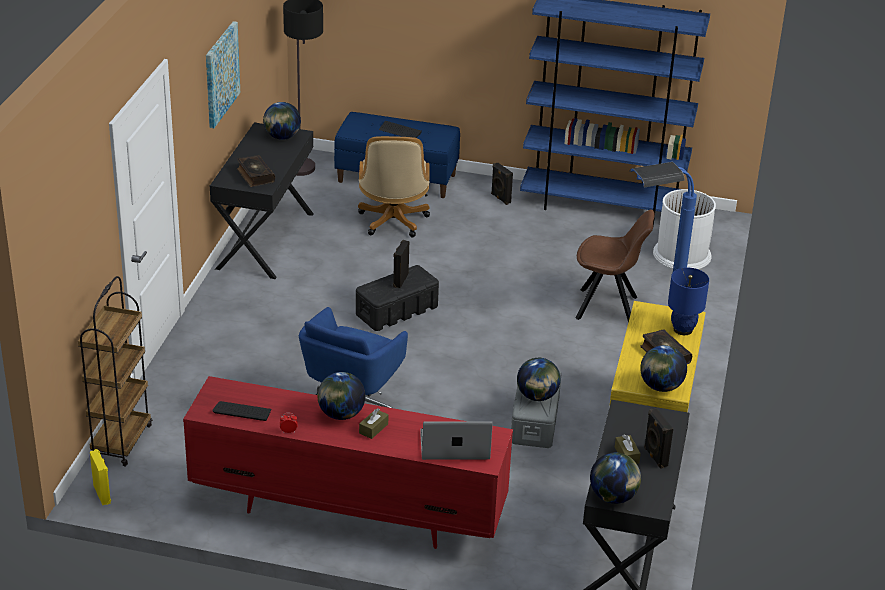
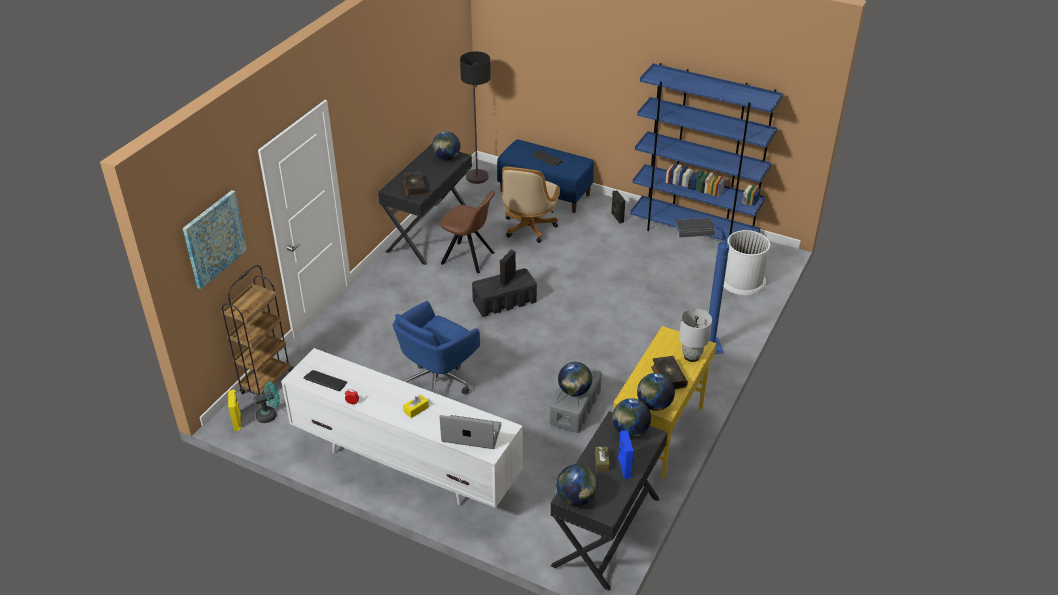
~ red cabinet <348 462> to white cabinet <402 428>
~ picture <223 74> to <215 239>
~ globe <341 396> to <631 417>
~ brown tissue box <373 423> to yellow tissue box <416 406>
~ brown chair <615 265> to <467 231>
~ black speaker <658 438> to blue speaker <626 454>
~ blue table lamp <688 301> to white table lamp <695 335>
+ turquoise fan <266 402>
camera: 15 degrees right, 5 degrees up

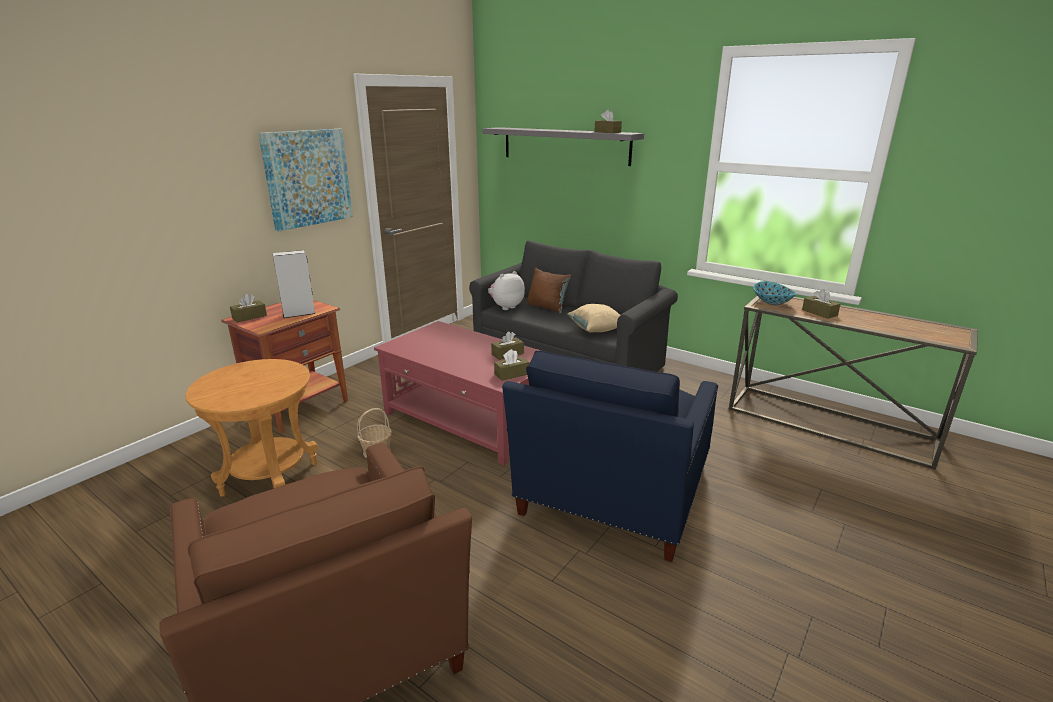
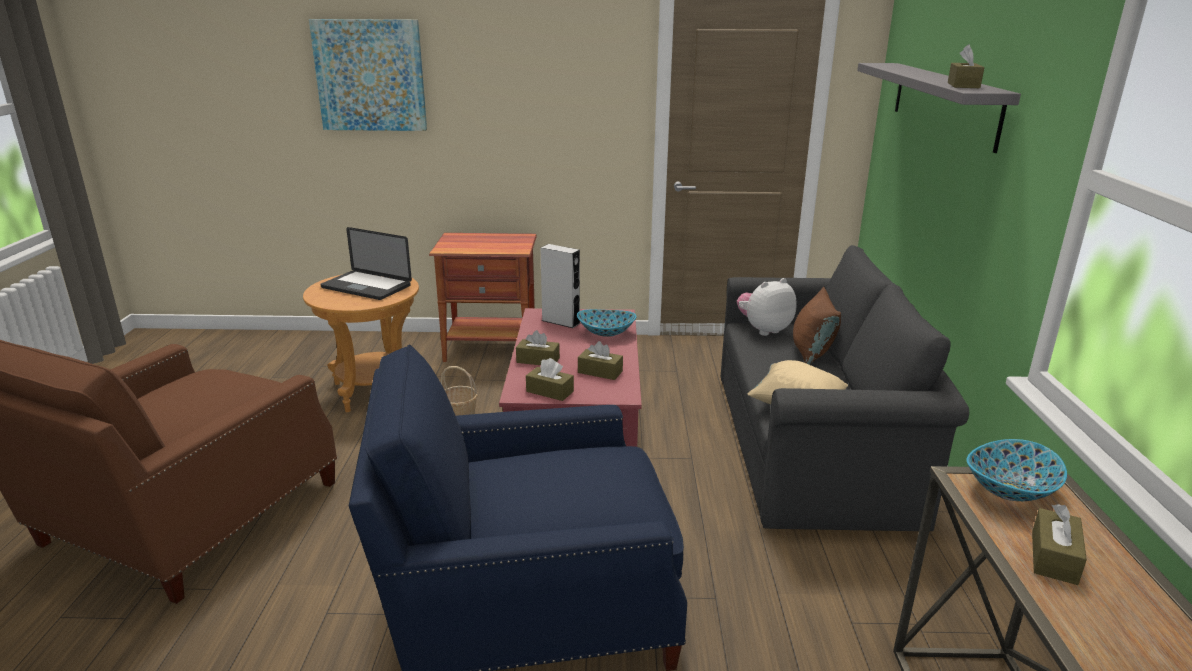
~ brown tissue box <248 308> to <538 347>
~ picture <305 180> to <368 75>
~ grey speaker <294 284> to <560 286>
~ plush toy <506 290> = <767 307> 45 degrees counterclockwise
+ laptop <366 263>
+ bowl <607 323>
camera: 55 degrees right, 0 degrees up

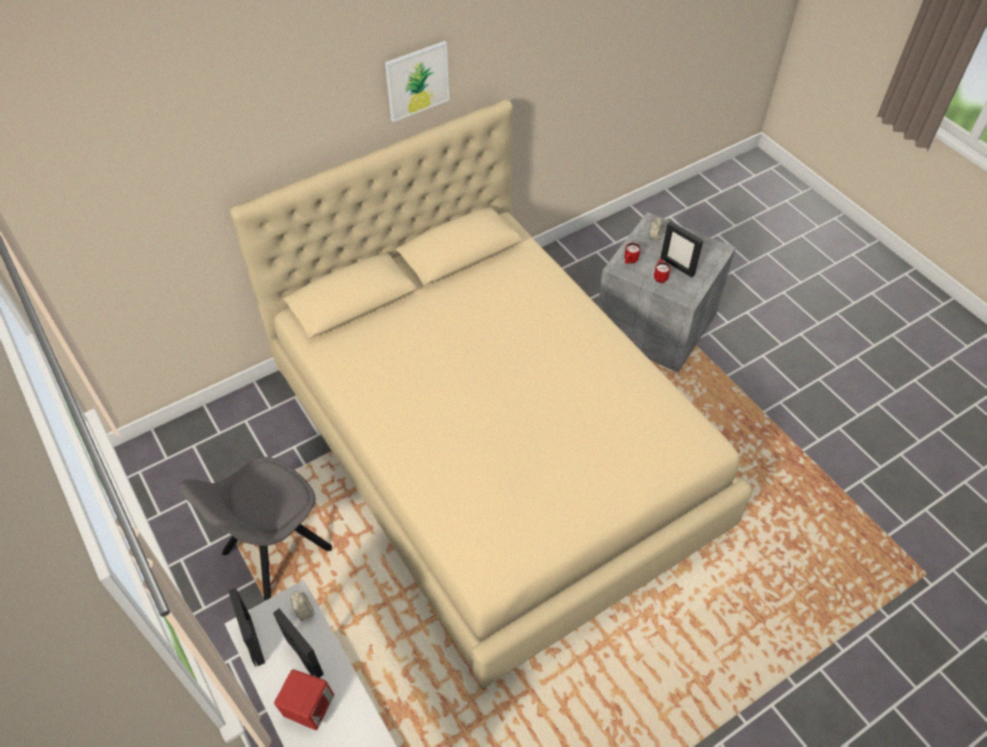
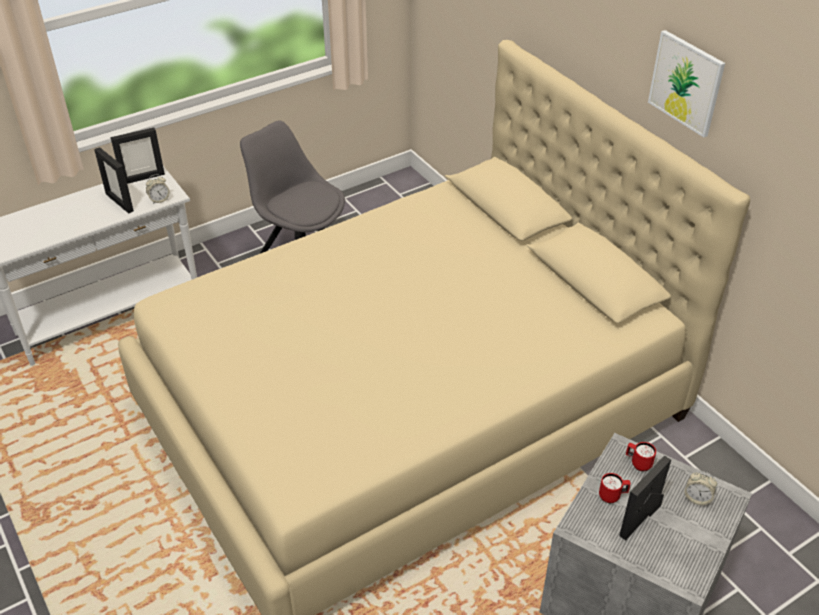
~ picture frame <298 643> = <114 180> 90 degrees clockwise
- red speaker <304 699>
camera: 90 degrees right, 10 degrees down

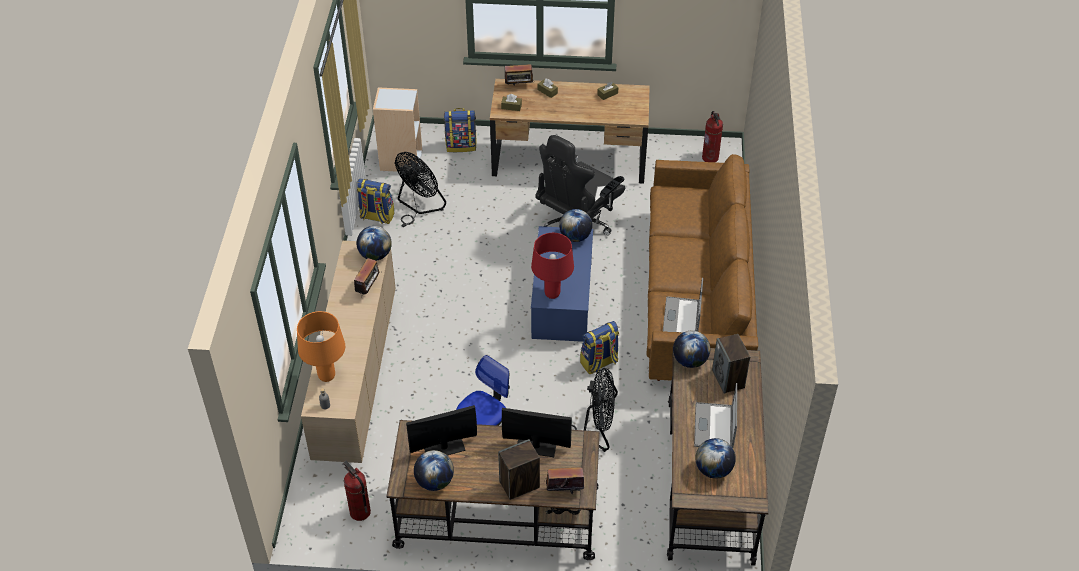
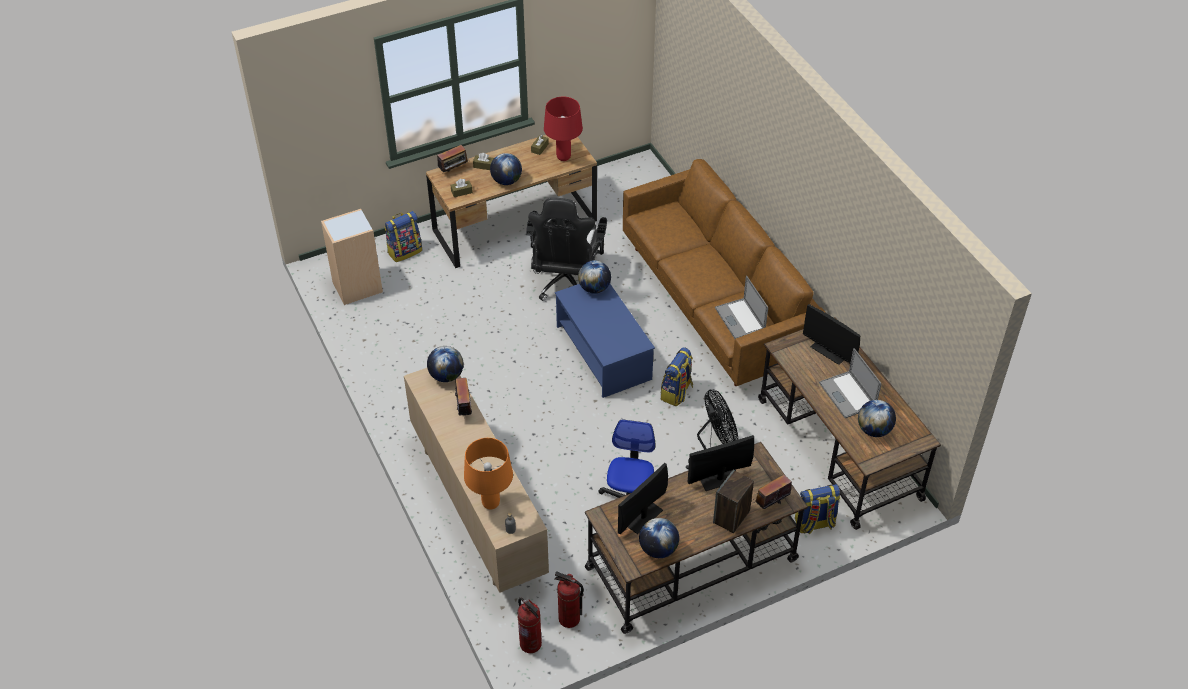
~ backpack <375 201> to <817 509>
- black fan <420 189>
~ red table lamp <552 266> to <563 129>
~ globe <691 349> to <506 169>
~ fire extinguisher <712 136> to <529 625>
~ speaker <731 364> to monitor <831 334>
camera: 30 degrees left, 0 degrees up

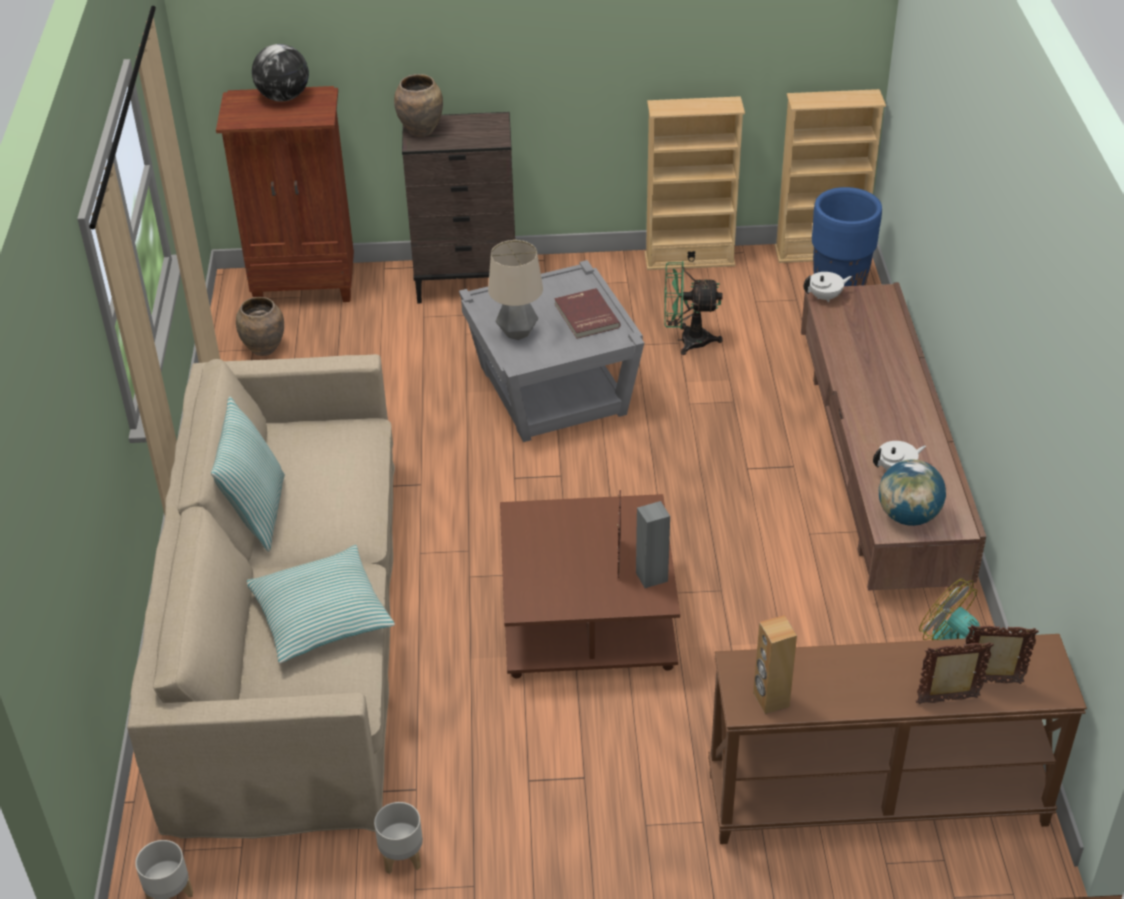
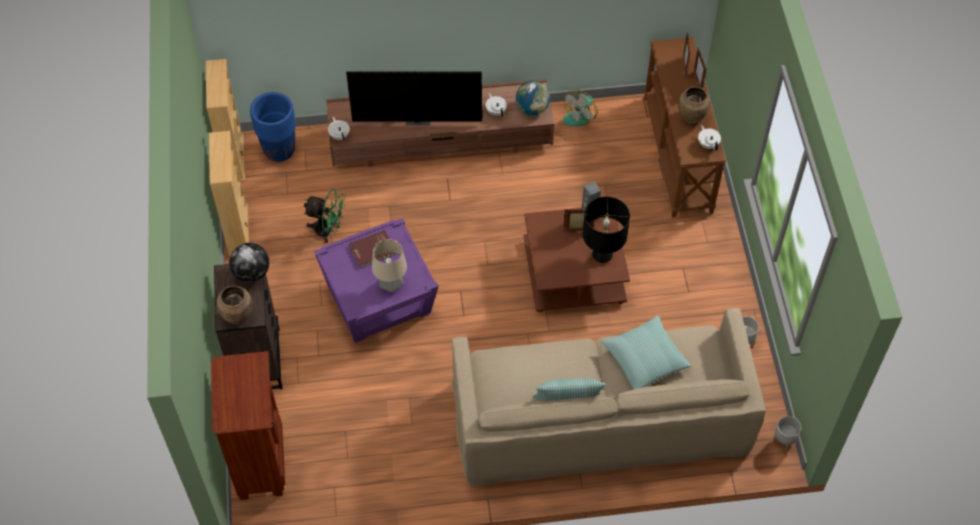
~ brown vase <260 326> to <694 105>
~ globe <280 73> to <249 262>
~ grey side table <551 351> to purple side table <376 280>
~ green fan <693 308> = <324 216> 75 degrees counterclockwise
~ brown speaker <775 664> to white teapot <709 138>
+ television <414 98>
+ black table lamp <606 230>
camera: 95 degrees left, 15 degrees up

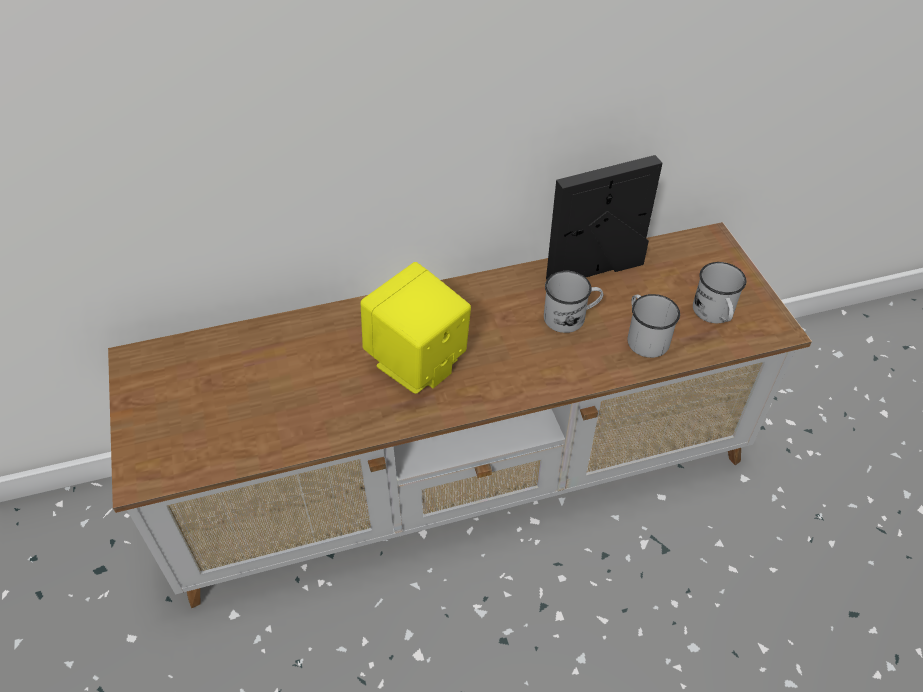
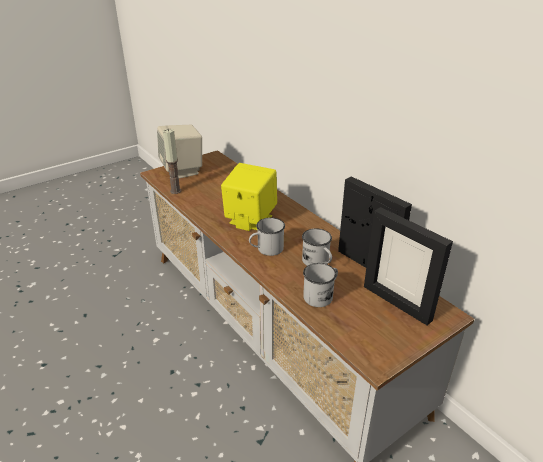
~ white mug <719 292> to <267 237>
+ beige speaker <179 151>
+ candle <172 161>
+ picture frame <408 266>
camera: 70 degrees right, 15 degrees down

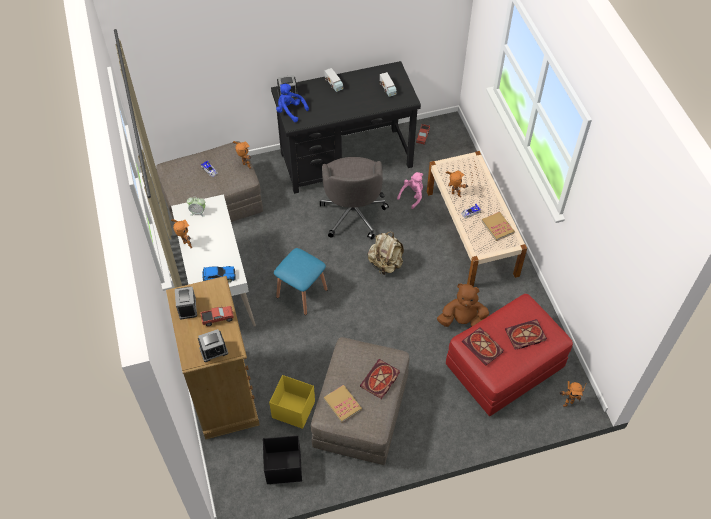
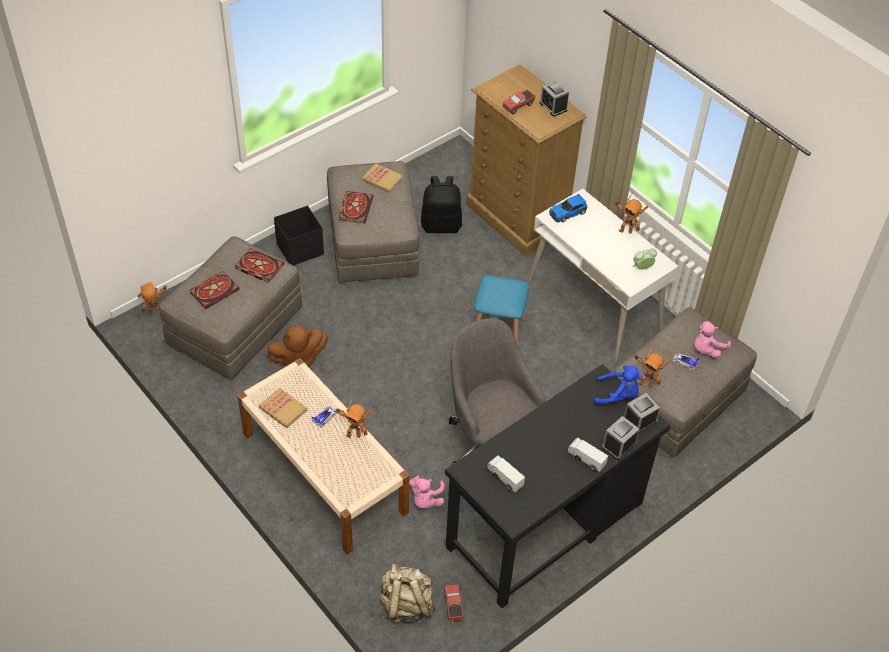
~ alarm clock <213 345> to <620 438>
~ black storage box <282 459> to <299 236>
~ yellow storage box <292 402> to black backpack <441 204>
~ beige backpack <386 253> to <407 592>
~ red ottoman <509 355> to grey ottoman <230 308>
+ pink plush toy <712 339>
camera: 155 degrees right, 5 degrees down

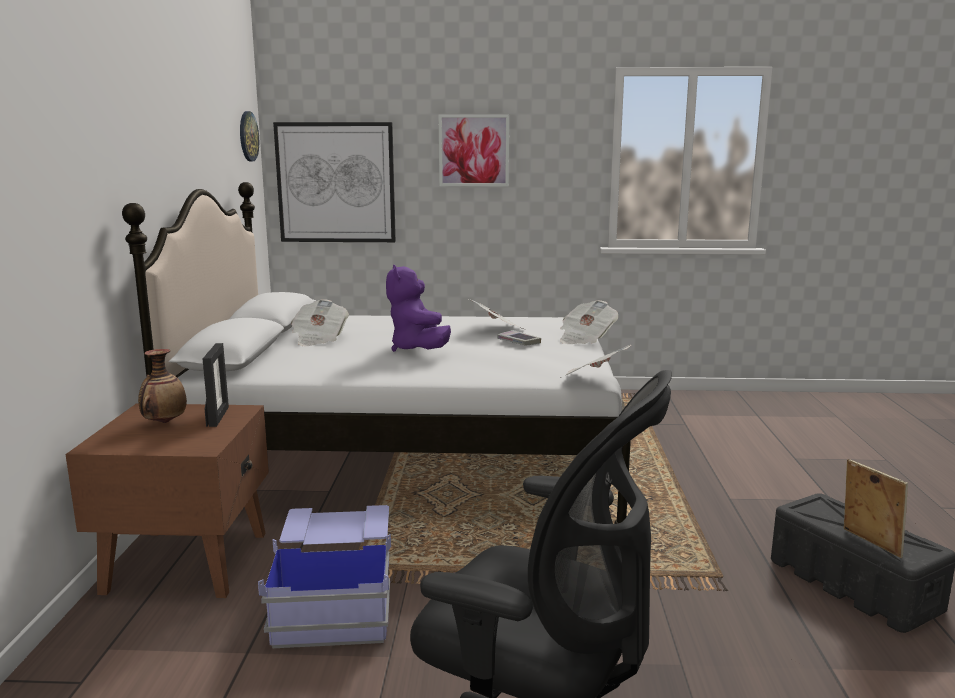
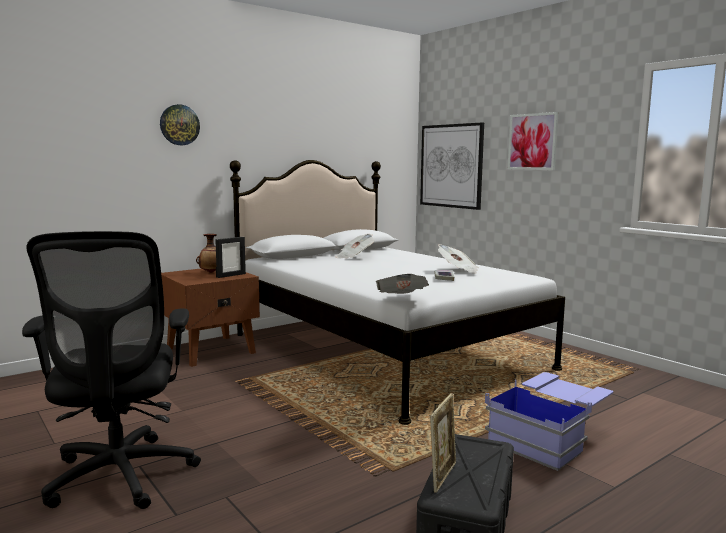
~ wall clock <249 136> to <180 124>
~ blue storage box <324 576> to <549 421>
- purple plush toy <418 308>
- newspaper <589 322>
camera: 50 degrees right, 5 degrees down

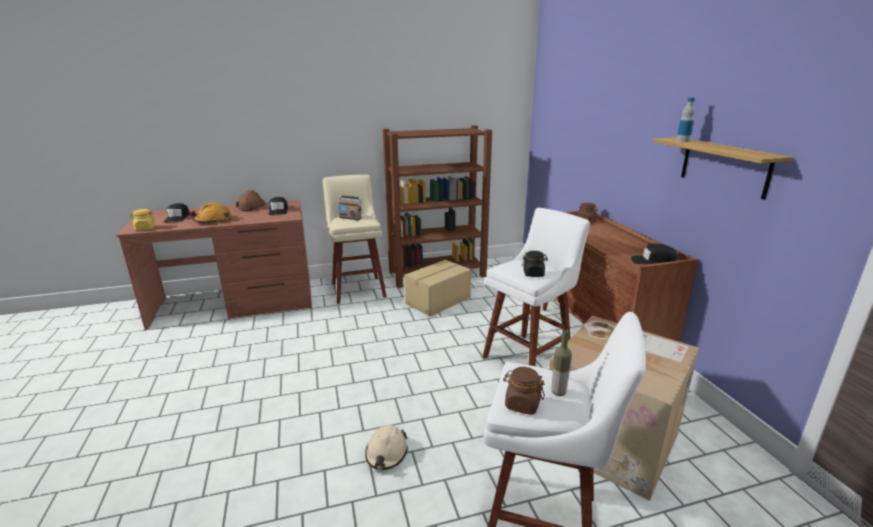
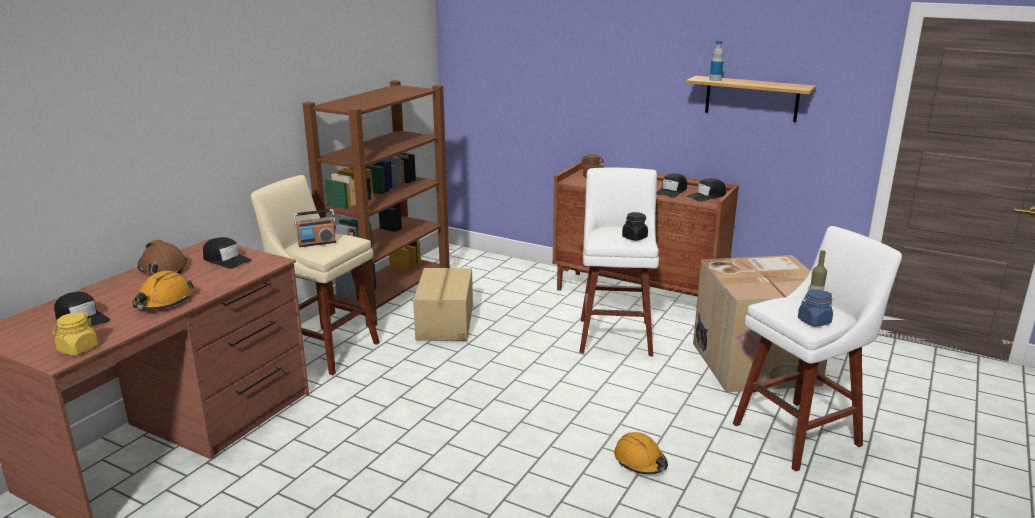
~ beige hard hat <386 447> to orange hard hat <641 453>
~ brown jar <524 391> to blue jar <815 308>
+ black cap <671 185>
camera: 45 degrees left, 0 degrees up

